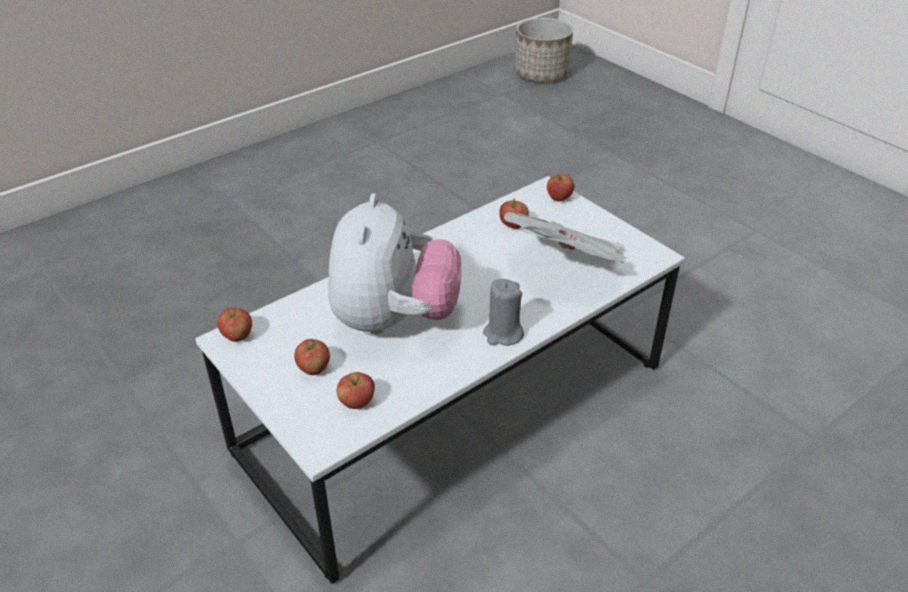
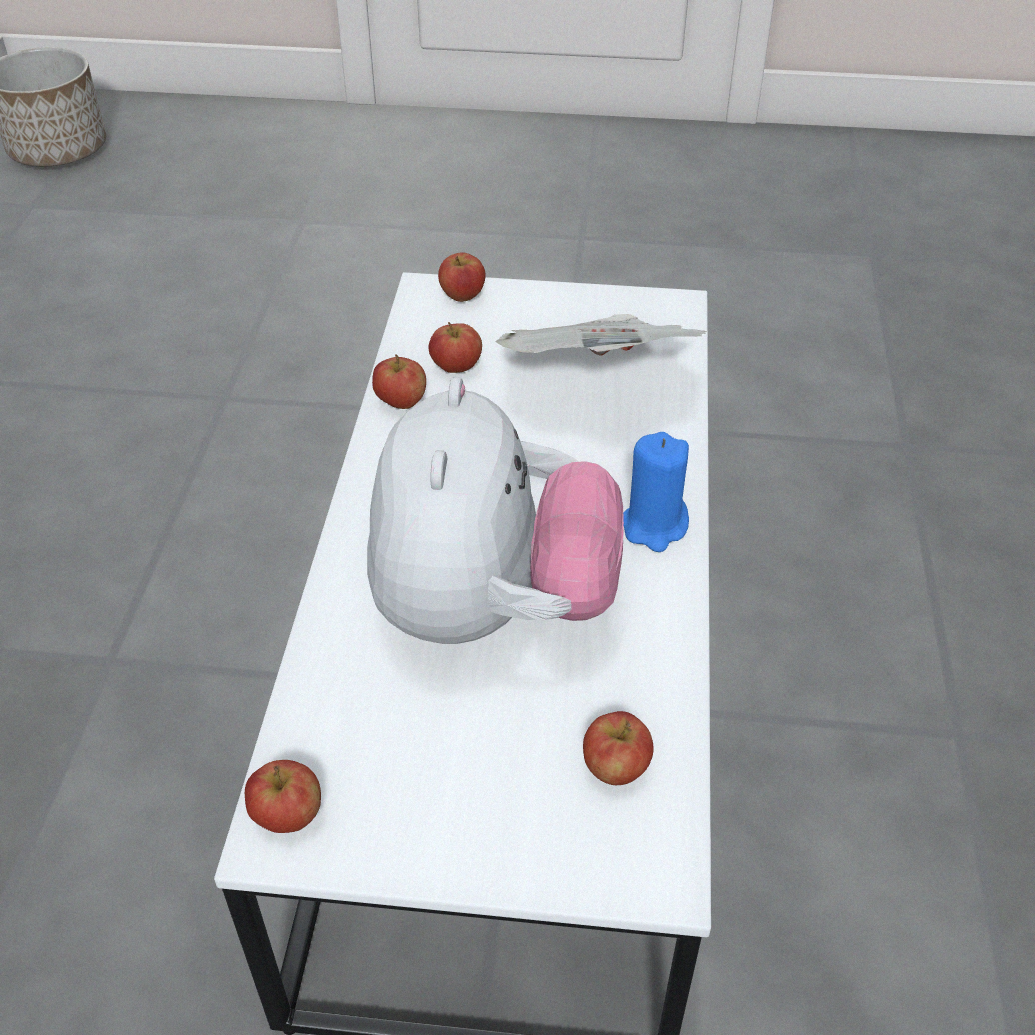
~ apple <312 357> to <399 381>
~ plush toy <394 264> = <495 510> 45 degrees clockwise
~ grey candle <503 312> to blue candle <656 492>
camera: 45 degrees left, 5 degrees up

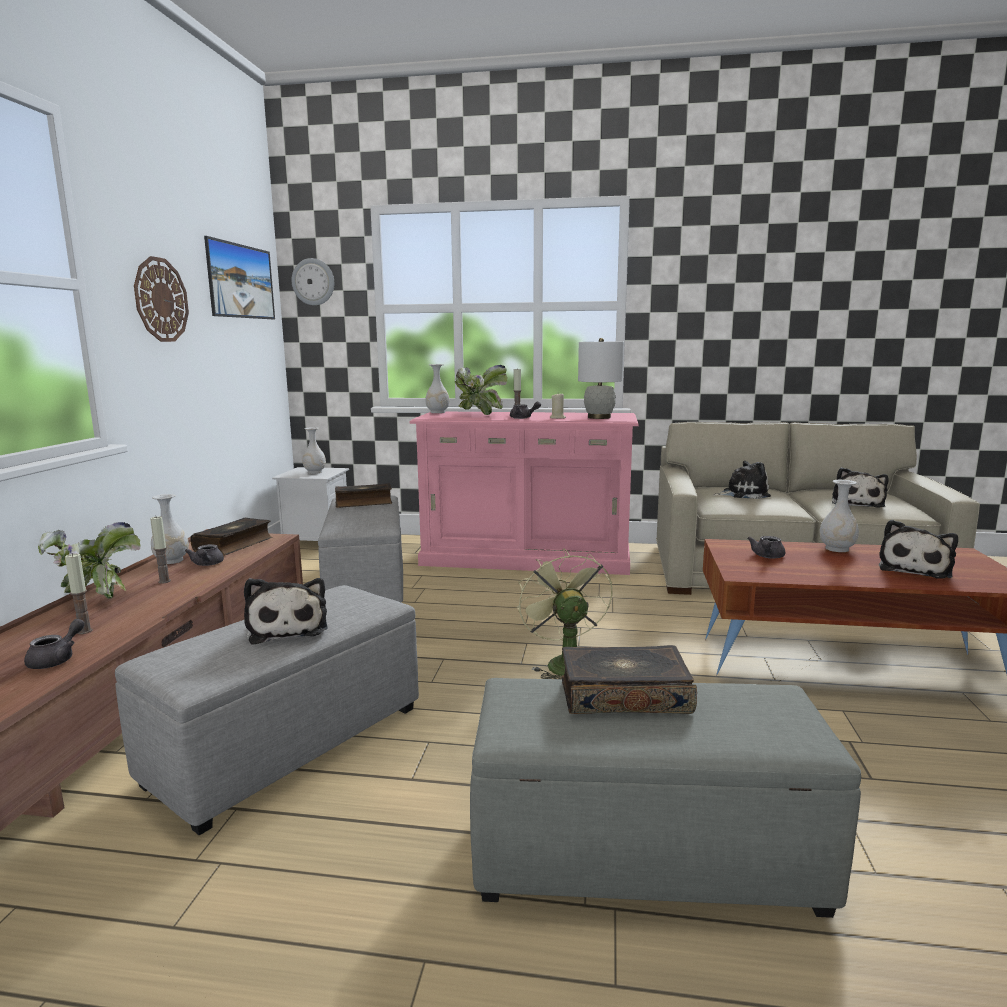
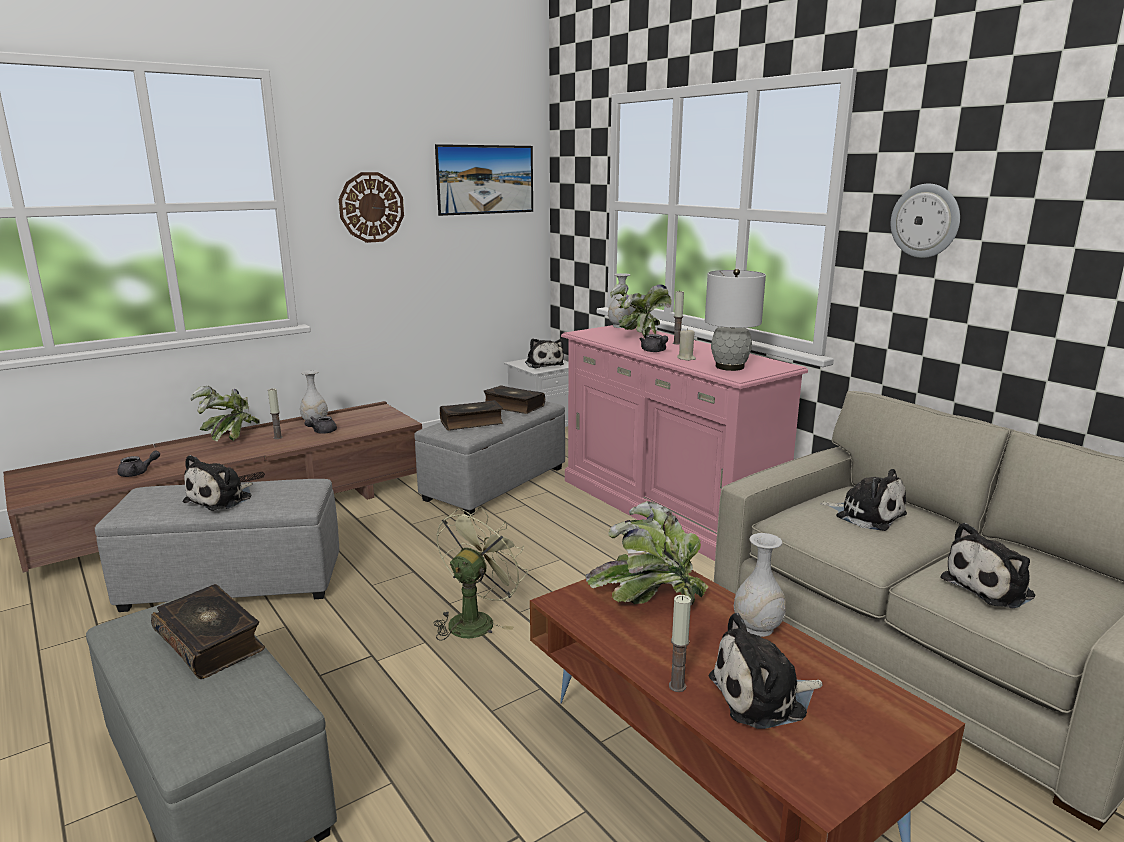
~ candle <79 593> to <680 643>
~ book <231 537> to <471 415>
~ wall clock <313 281> to <925 221>
~ white vase <314 450> to plush toy <544 353>
~ grey teapot <766 547> to potted plant <647 553>
camera: 45 degrees right, 5 degrees up

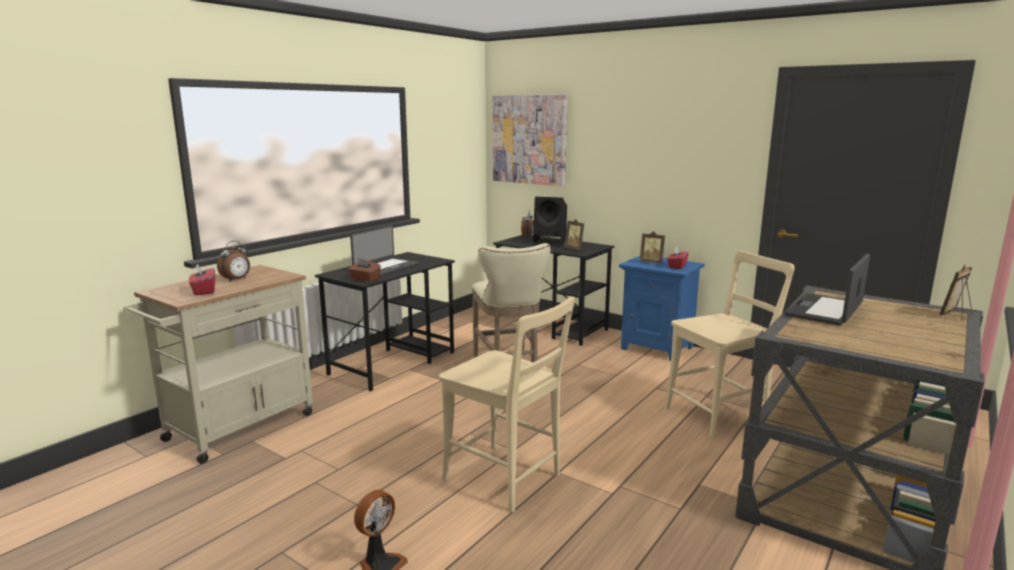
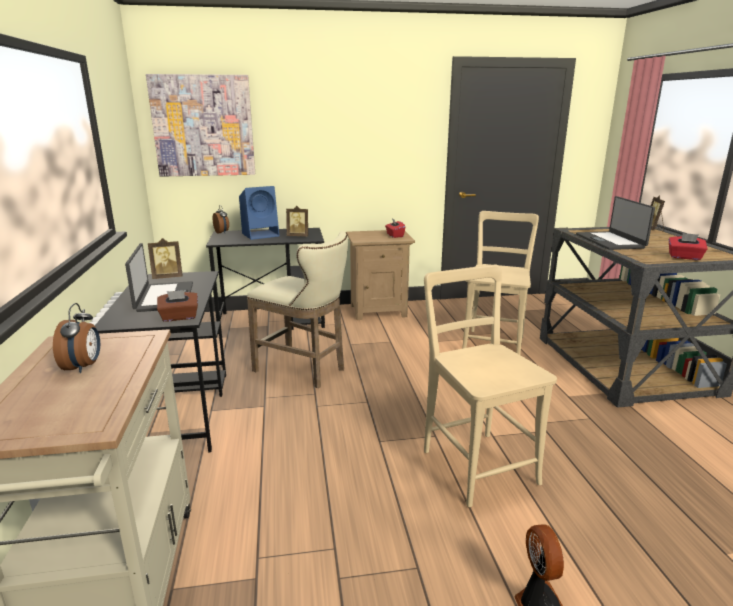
~ red tissue box <202 279> to <688 246>
~ beige chair <507 404> = <490 386> 105 degrees counterclockwise
~ black speaker <550 221> to blue speaker <259 213>
~ blue nightstand <662 308> to beige nightstand <380 275>
~ picture frame <652 247> to <165 258>
camera: 45 degrees left, 5 degrees up

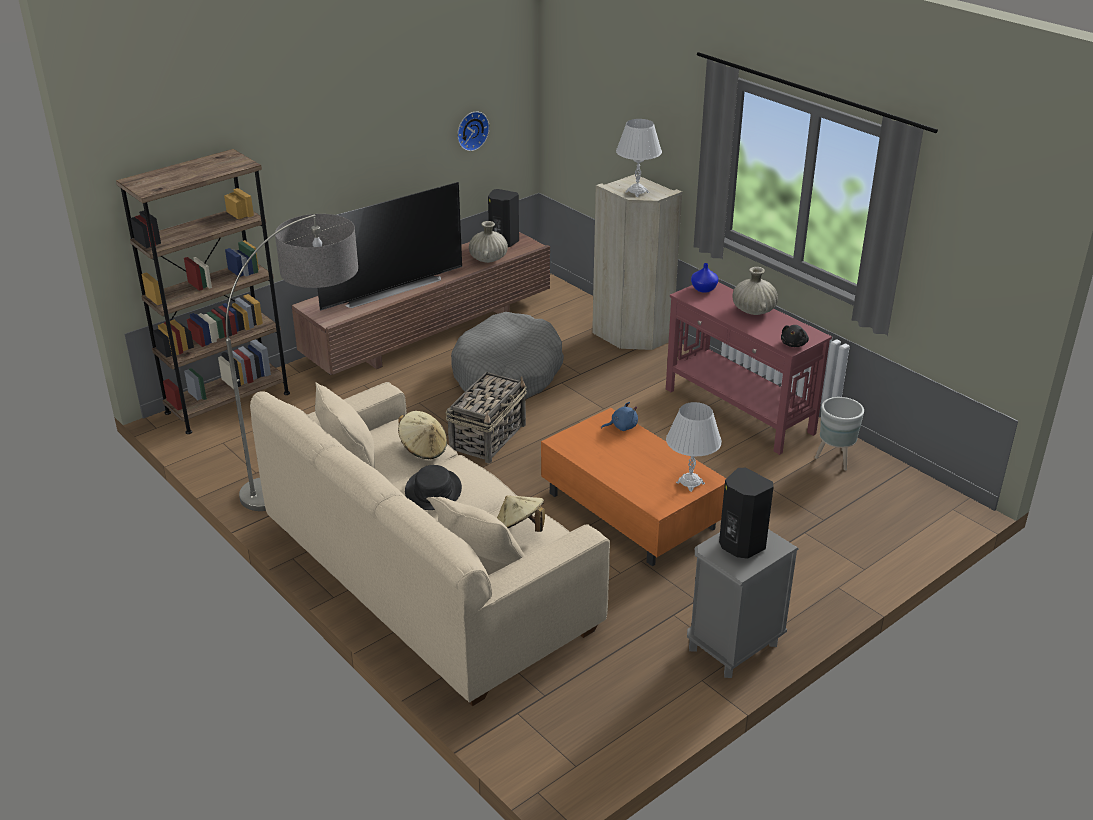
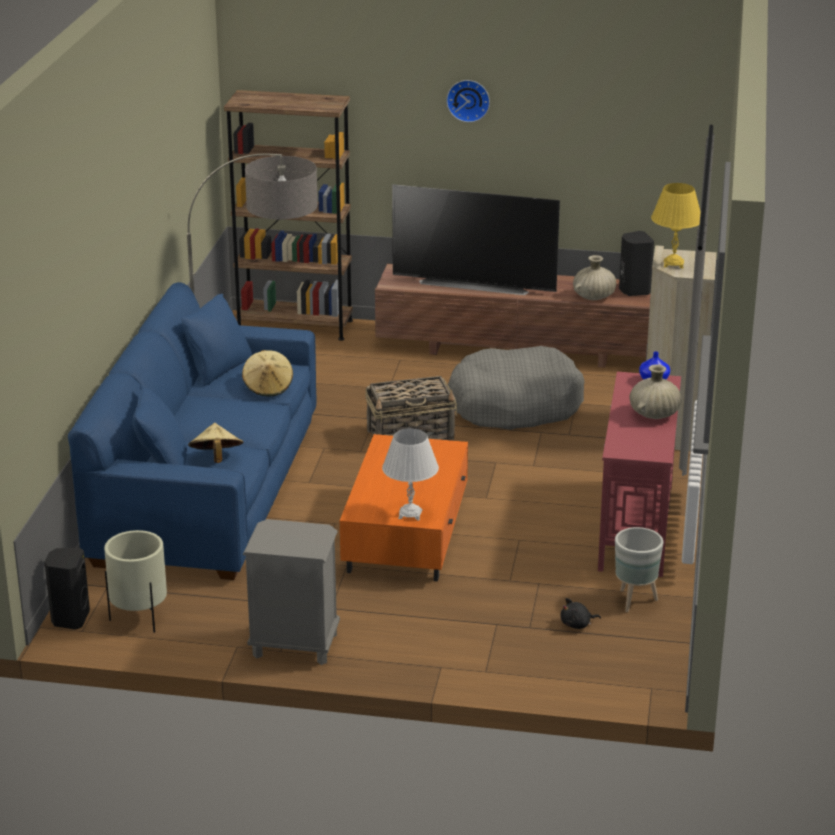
~ beige sofa <430 544> to blue sofa <192 431>
- black hat <433 487>
~ wall clock <473 131> to <468 101>
- blue plush toy <619 416>
~ white table lamp <639 158> to yellow table lamp <676 226>
~ black speaker <746 513> to <67 589>
~ black plush toy <795 336> to <580 613>
+ beige planter <135 581>
camera: 50 degrees right, 5 degrees down

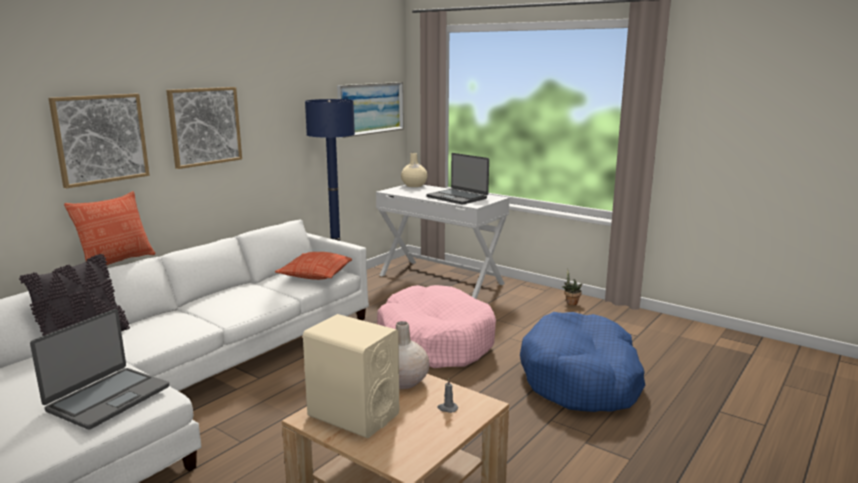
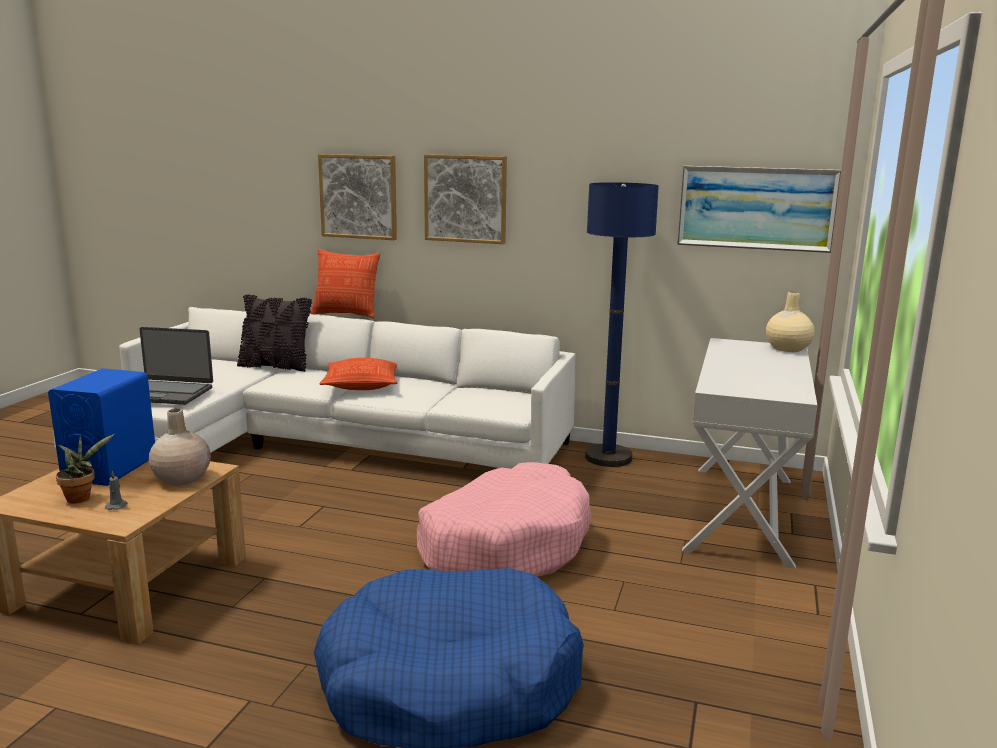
~ orange pillow <313 266> to <358 374>
~ beige speaker <351 376> to blue speaker <101 427>
- laptop <457 179>
~ potted plant <571 286> to <85 468>
camera: 70 degrees right, 0 degrees up

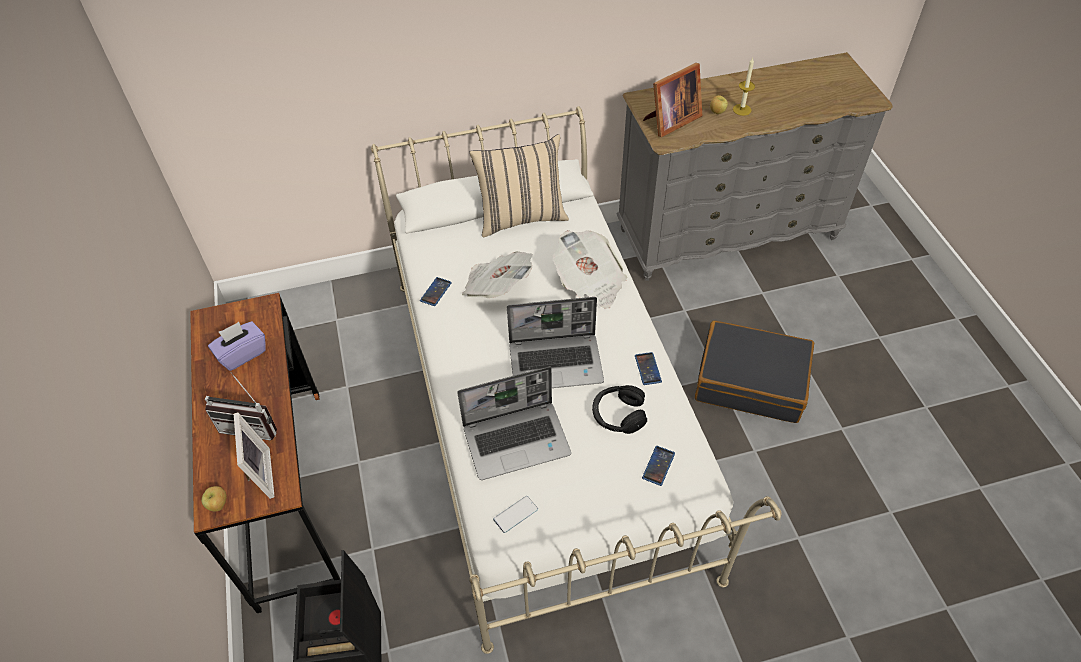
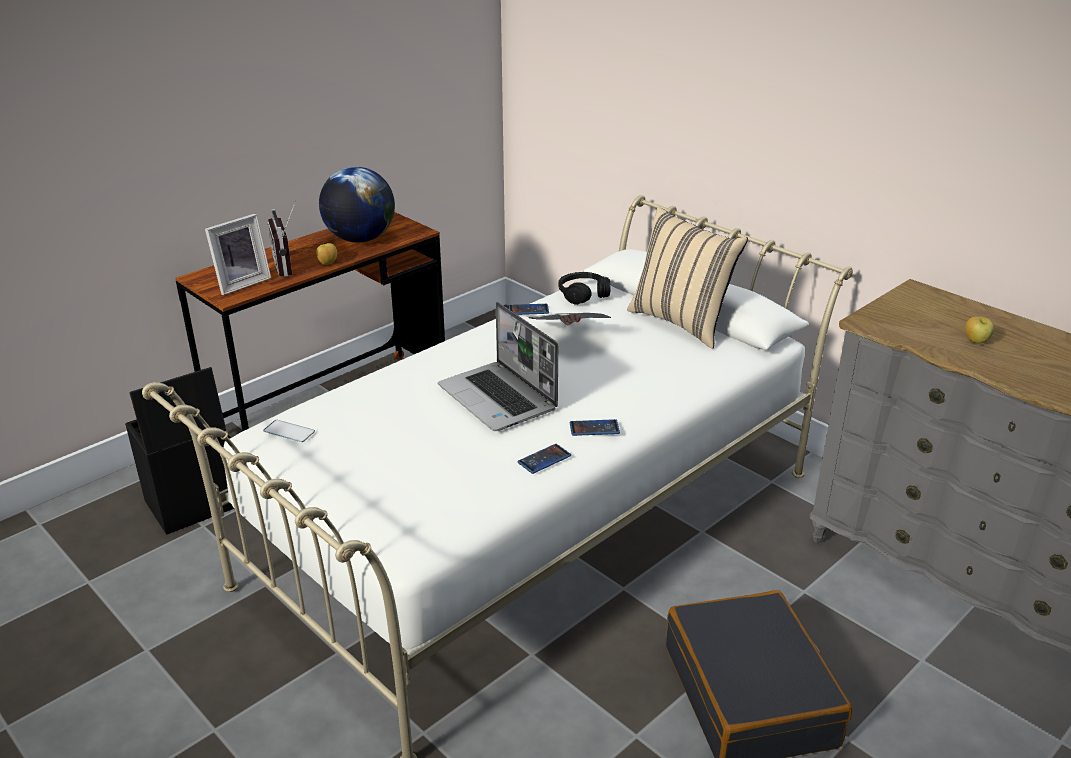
~ apple <214 498> to <326 254>
~ purple tissue box <236 346> to globe <357 205>
- laptop <514 423>
- newspaper <590 269>
~ black headphones <619 409> to <584 288>
~ phone <658 466> to <594 427>
- picture frame <672 100>
- candle <744 87>
camera: 60 degrees right, 20 degrees down

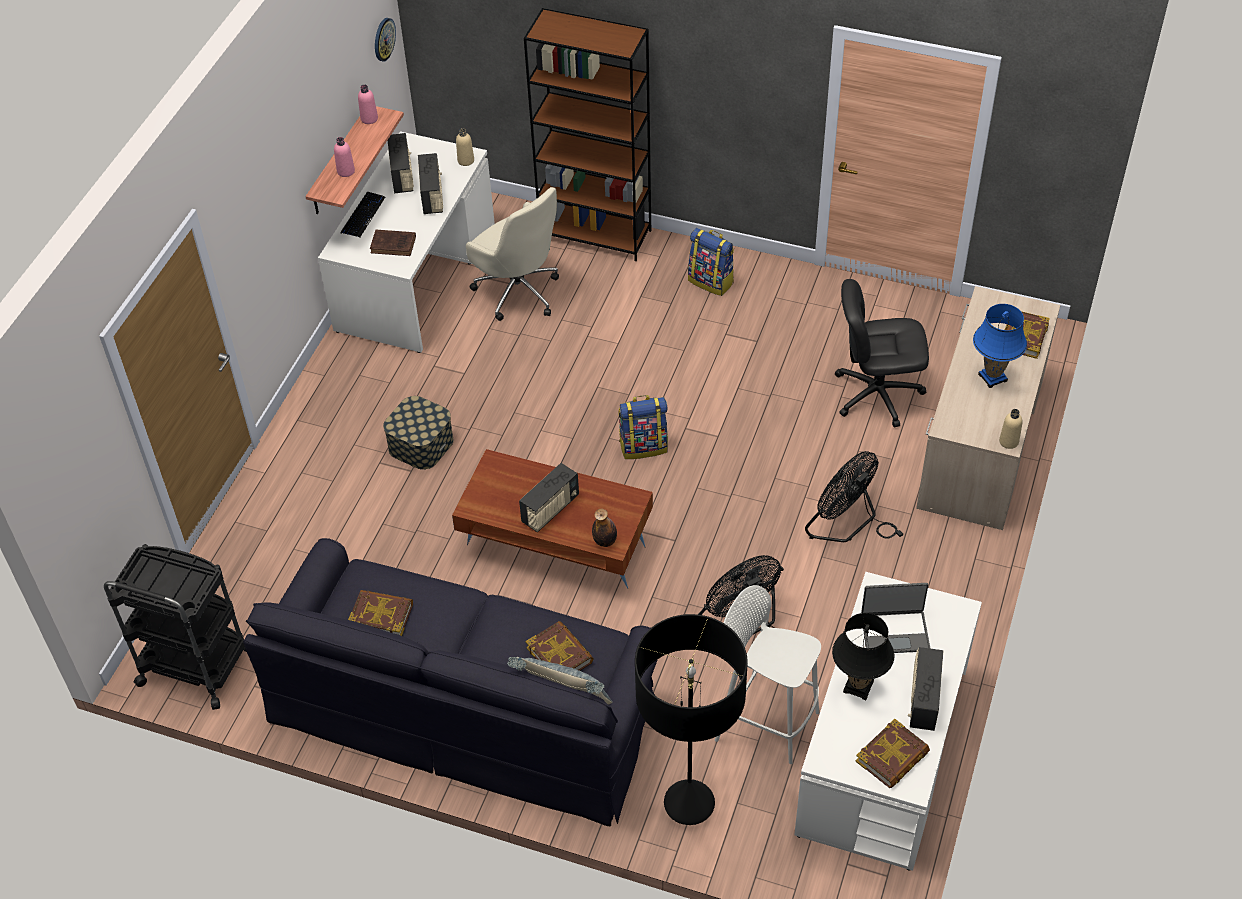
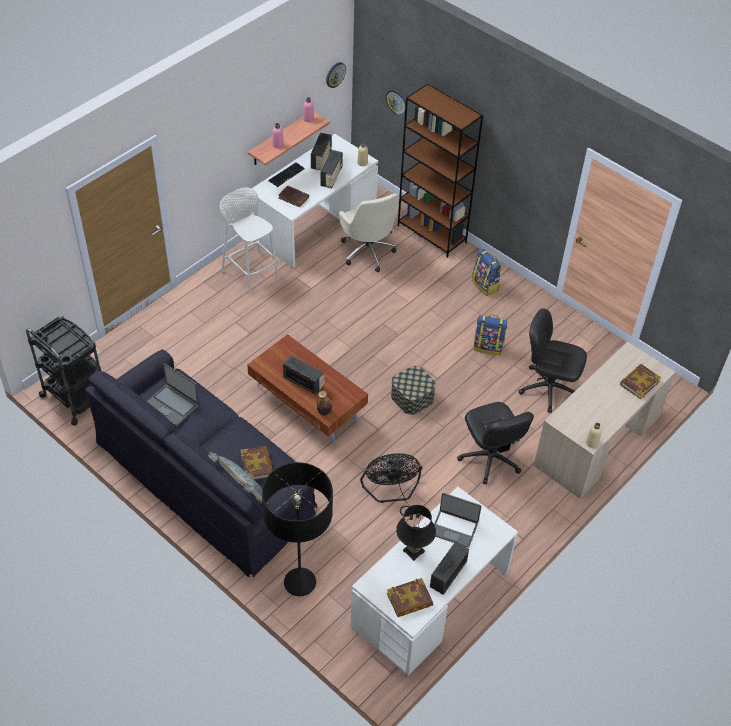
~ book <380 613> to laptop <173 394>
~ storage box <418 433> to <413 390>
~ radio <549 498> = <303 375> 120 degrees counterclockwise
~ backpack <643 427> to <490 334>
~ white stool <768 674> to <249 241>
~ black fan <854 496> to black office chair <495 443>
- blue table lamp <1000 346>
+ wall clock <396 102>
camera: 20 degrees right, 0 degrees up

